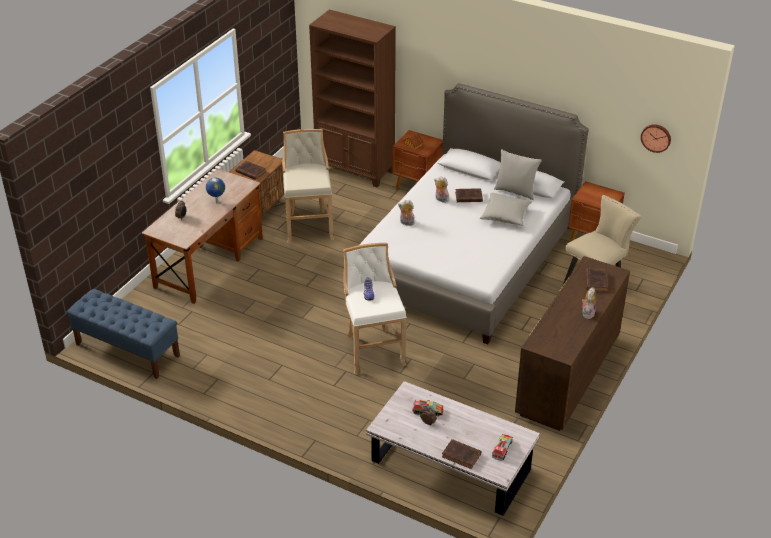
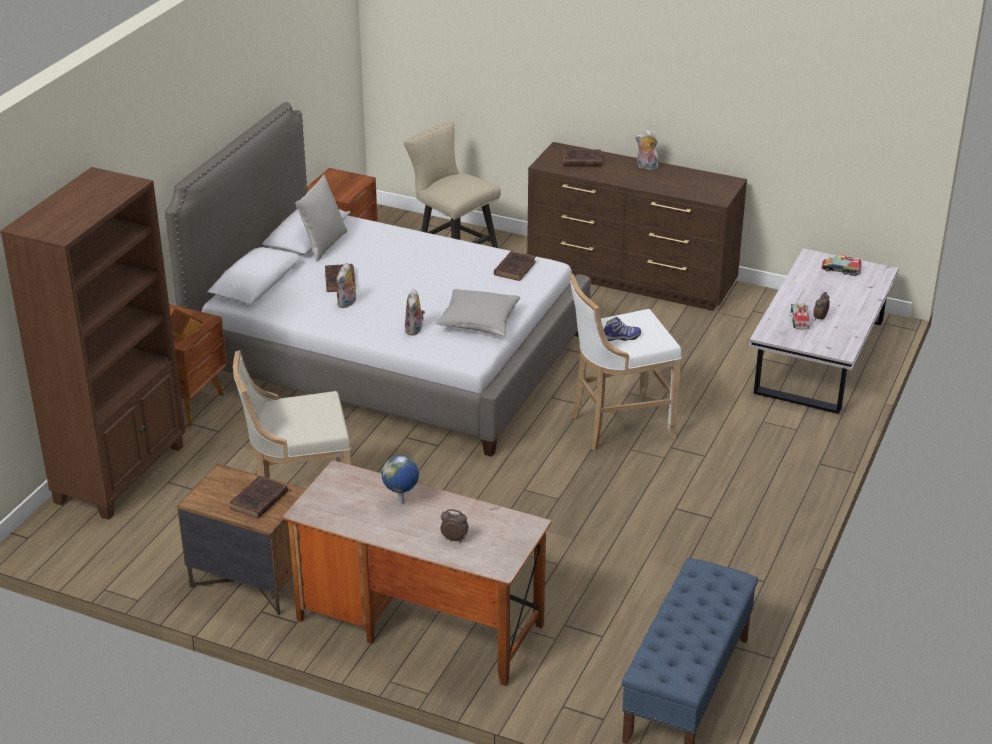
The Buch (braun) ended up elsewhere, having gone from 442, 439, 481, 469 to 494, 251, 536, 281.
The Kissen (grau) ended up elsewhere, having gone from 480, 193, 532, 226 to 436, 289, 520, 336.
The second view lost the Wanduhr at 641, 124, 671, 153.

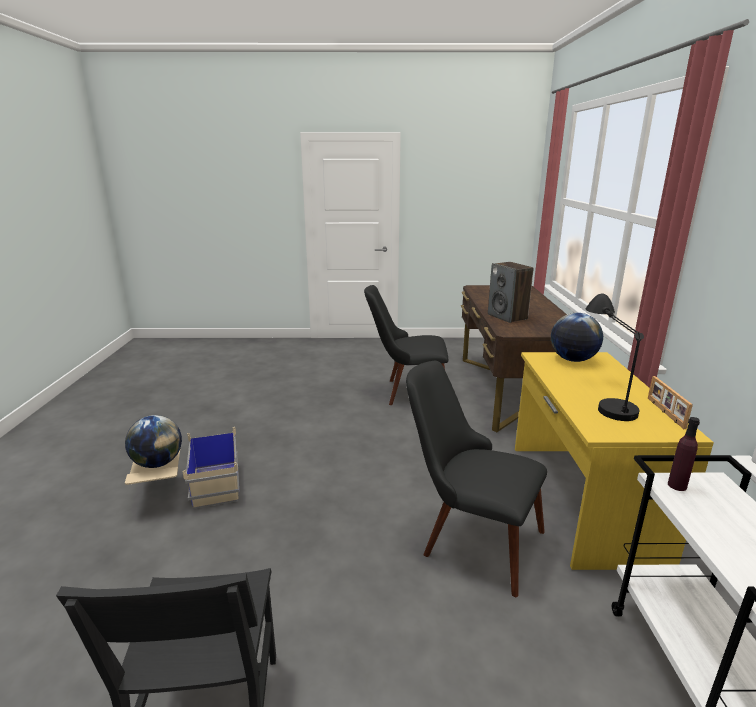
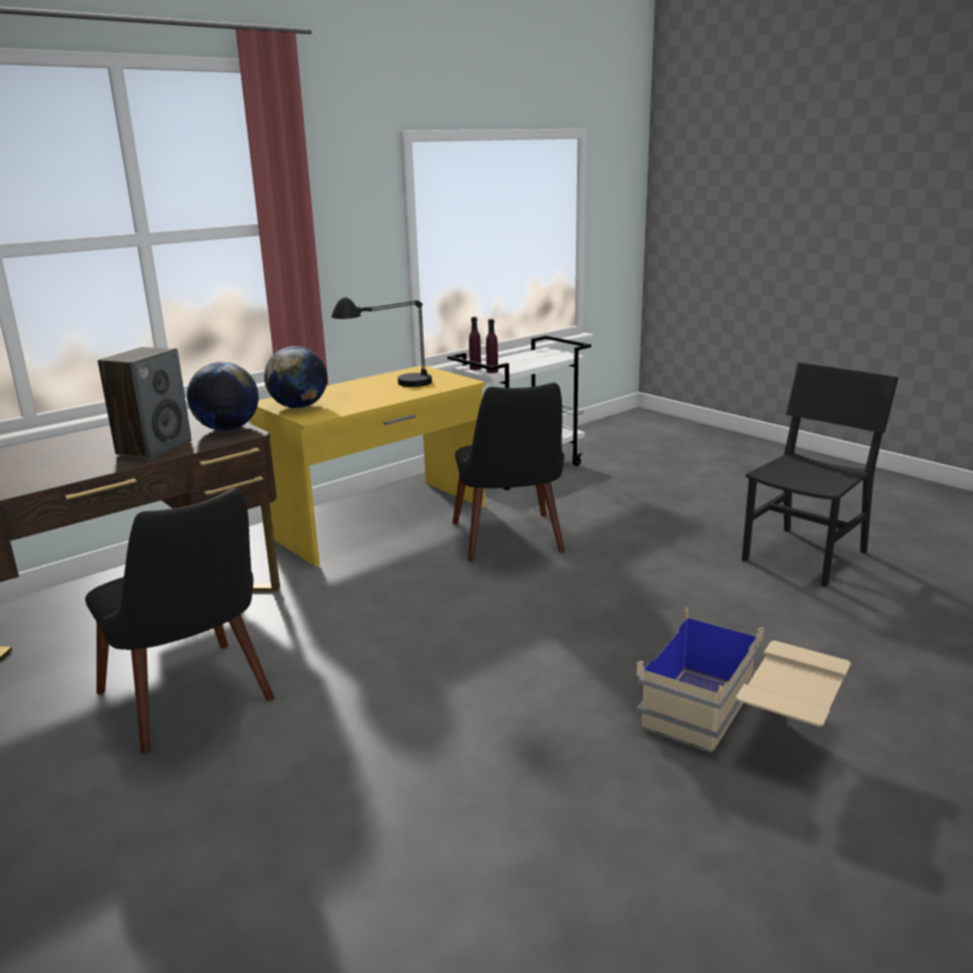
The Globus ended up elsewhere, having gone from 125, 415, 182, 468 to 187, 362, 259, 431.
The second view lost the Bilderrahmen at 648, 376, 693, 429.
The second view gained the Flasche (lila) at 469, 317, 481, 370.

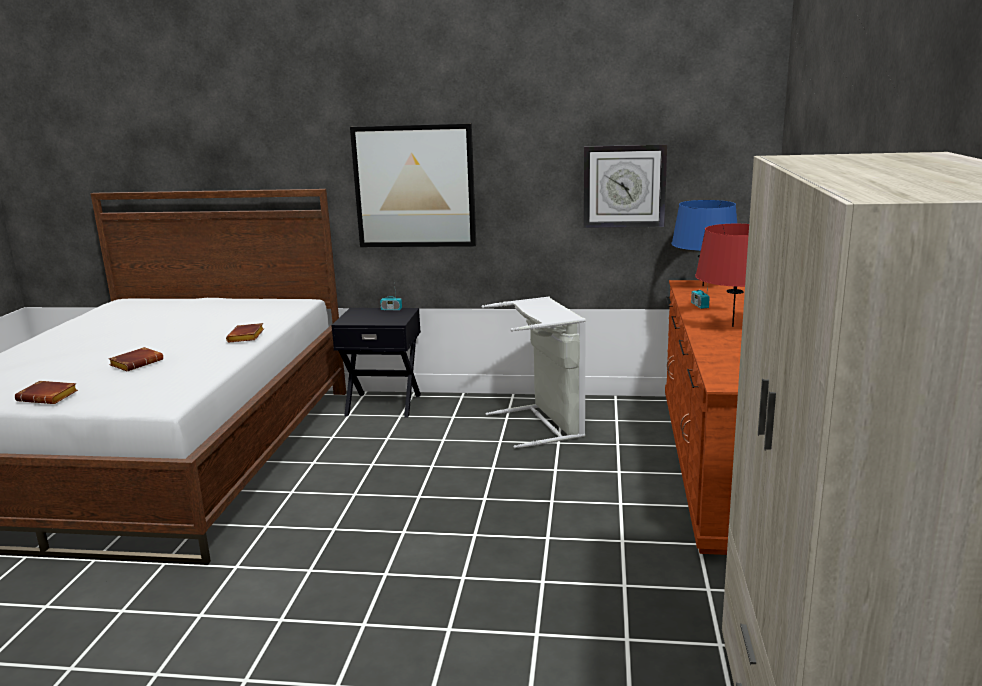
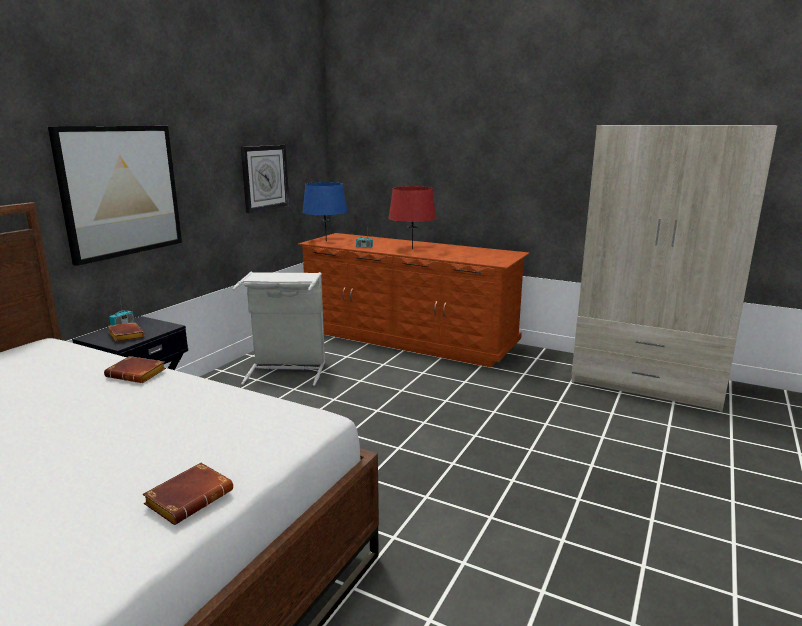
The Buch (braun) ended up elsewhere, having gone from 109, 347, 163, 371 to 108, 322, 145, 342.

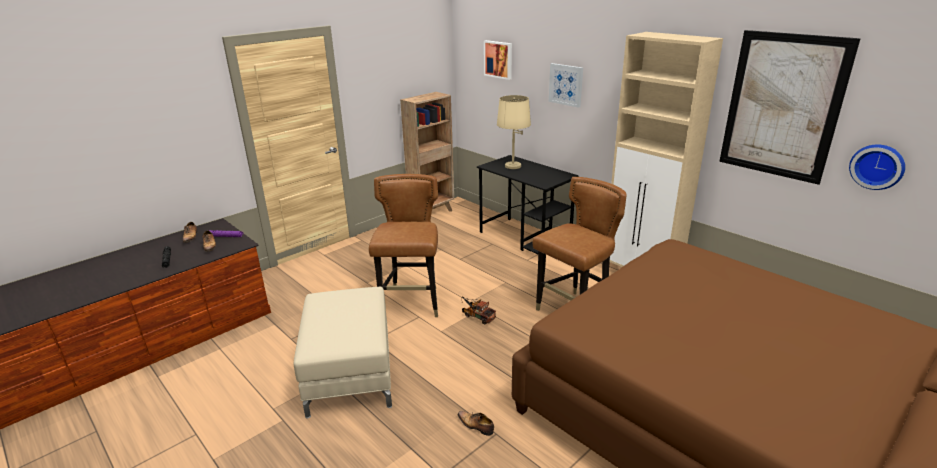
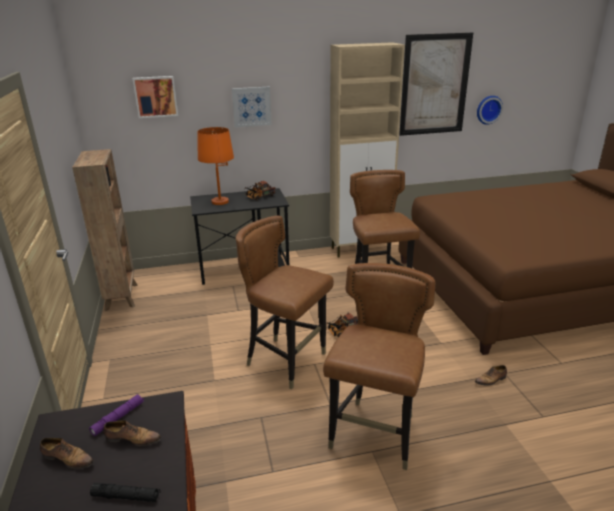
Where the Polsterhocker (beige) stood at 294, 287, 392, 419, the Stuhl (braun) came to stand at 323, 263, 436, 470.
What was the Tischlampe (beige) at 497, 95, 531, 169 turned into the Tischlampe (orange) at 197, 127, 234, 205.
The second view gained the Spielzeuglaster at 245, 181, 275, 200.

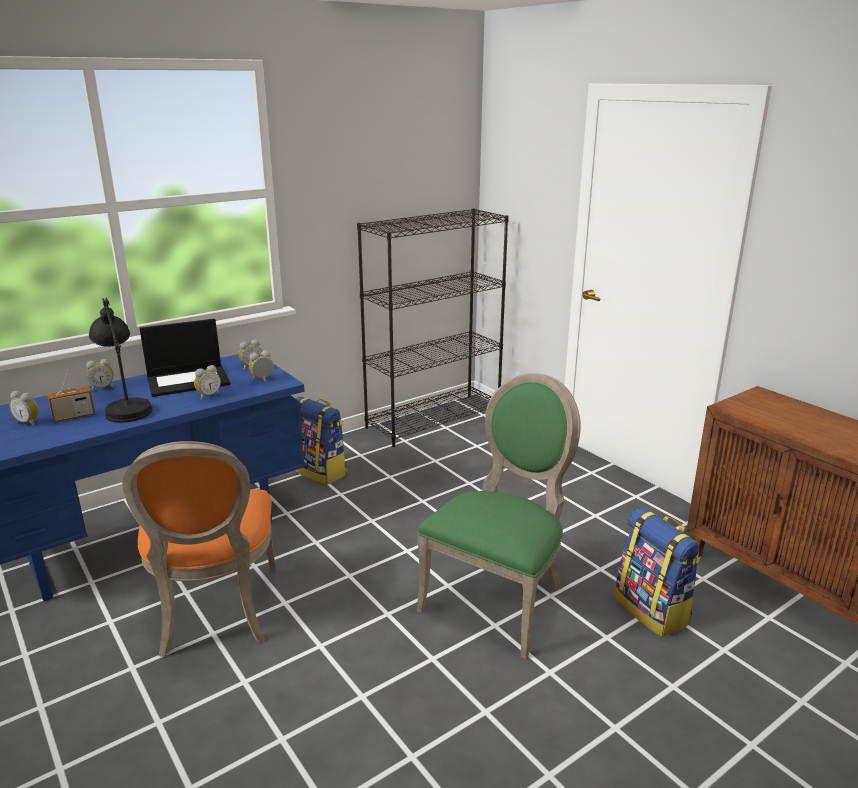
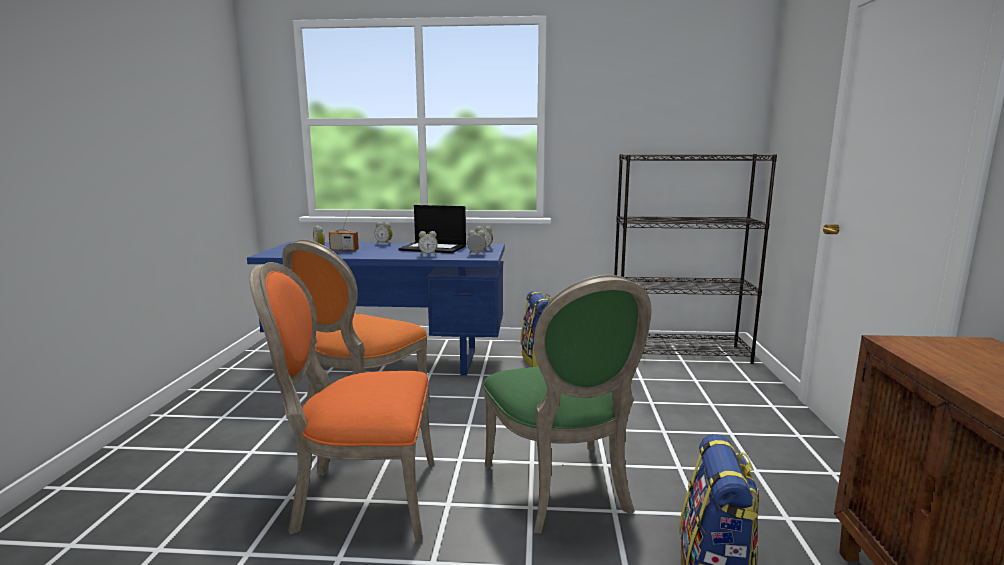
The second view lost the Tischlampe (schwarz) at 89, 298, 153, 423.
The Stuhl (grün) at 417, 373, 581, 659 ended up facing another way, 90 degrees clockwise from before.
The second view gained the Stuhl (orange) at 249, 262, 434, 542.

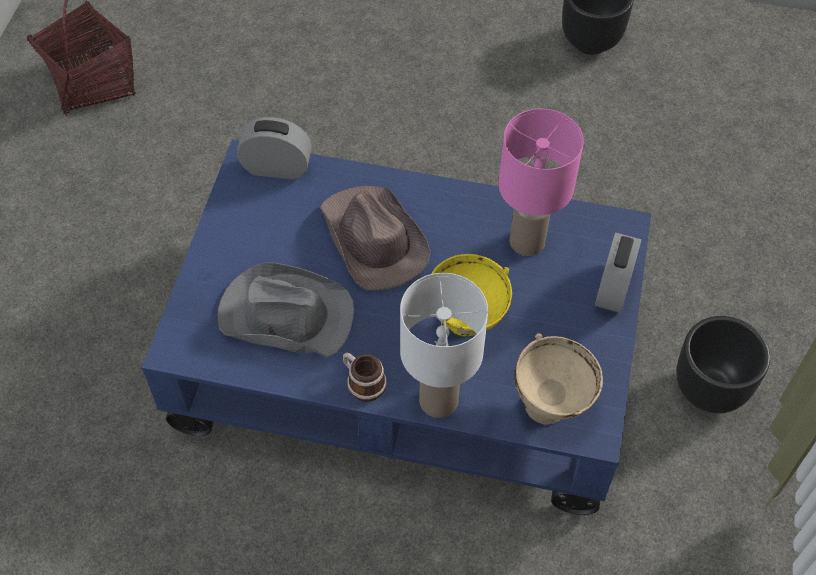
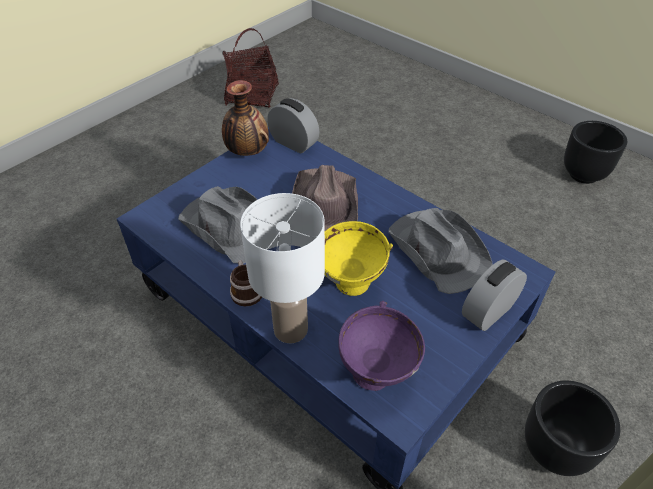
Where the Tischlampe (rosa) stood at 498, 109, 584, 256, the Hut (grau) came to stand at 388, 208, 493, 294.
What was the Schüssel (beige) at 515, 333, 603, 425 turned into the Schüssel (lila) at 338, 301, 425, 391.
The second view gained the Vase at 222, 80, 269, 156.

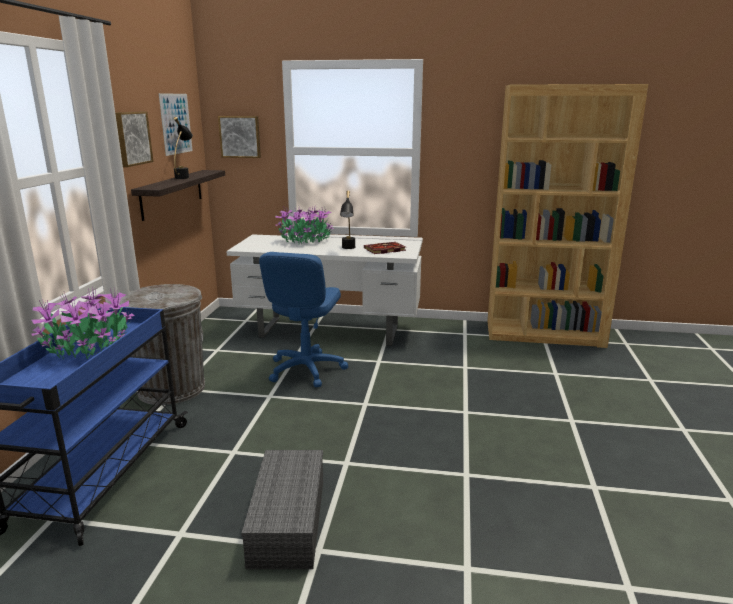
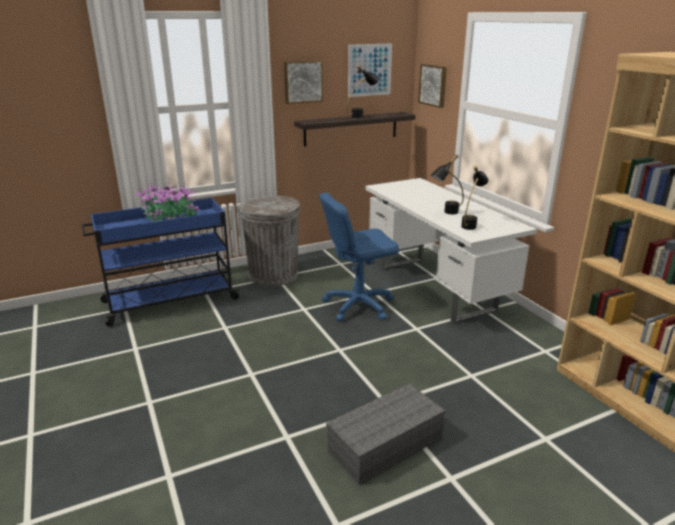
The Aufbewahrungsbox (grau) ended up elsewhere, having gone from 241, 450, 323, 569 to 326, 383, 445, 485.
The second view lost the Topfpflanze at 275, 206, 334, 243.
Where the Buch stood at 364, 242, 406, 254, the Tischlampe (schwarz) came to stand at 461, 165, 489, 230.

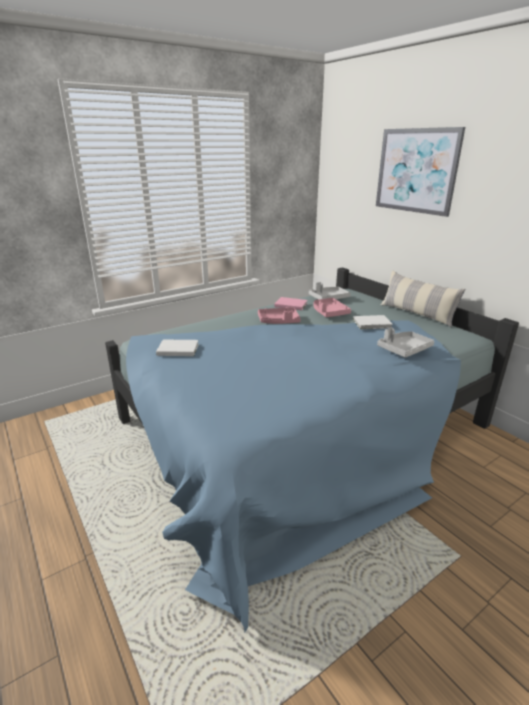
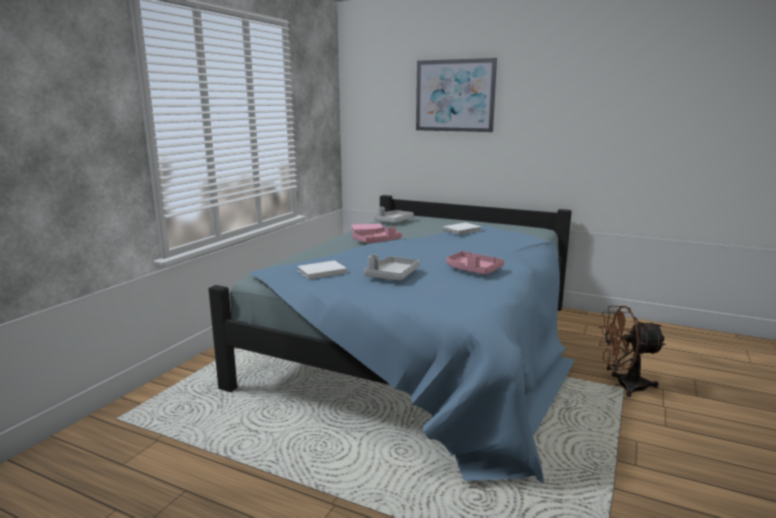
The Tablett (rosa) ended up elsewhere, having gone from 314, 298, 351, 317 to 446, 251, 504, 275.
The Tablett (grau) ended up elsewhere, having gone from 377, 328, 434, 357 to 364, 254, 420, 281.
The second view lost the Kissen at 381, 270, 465, 327.
The second view gained the Ventilator (braun) at 599, 306, 666, 397.

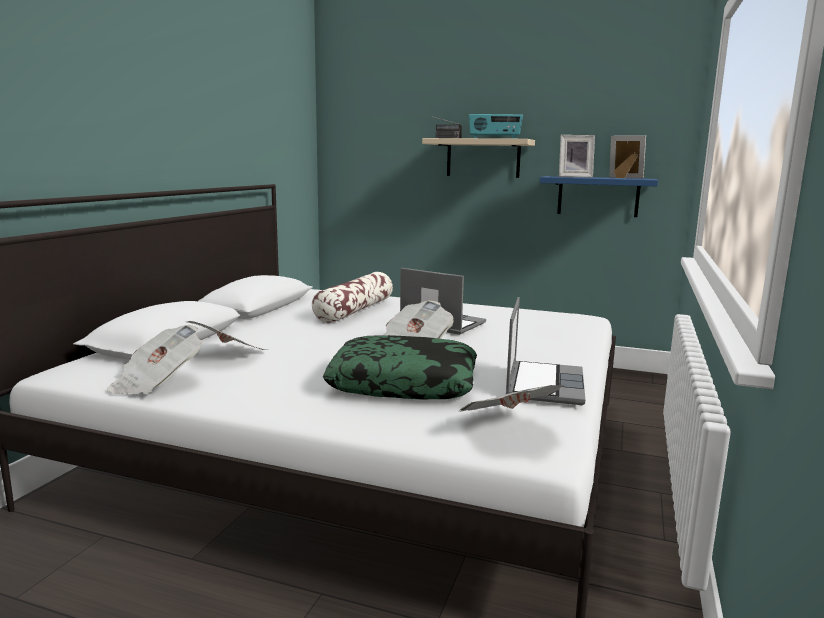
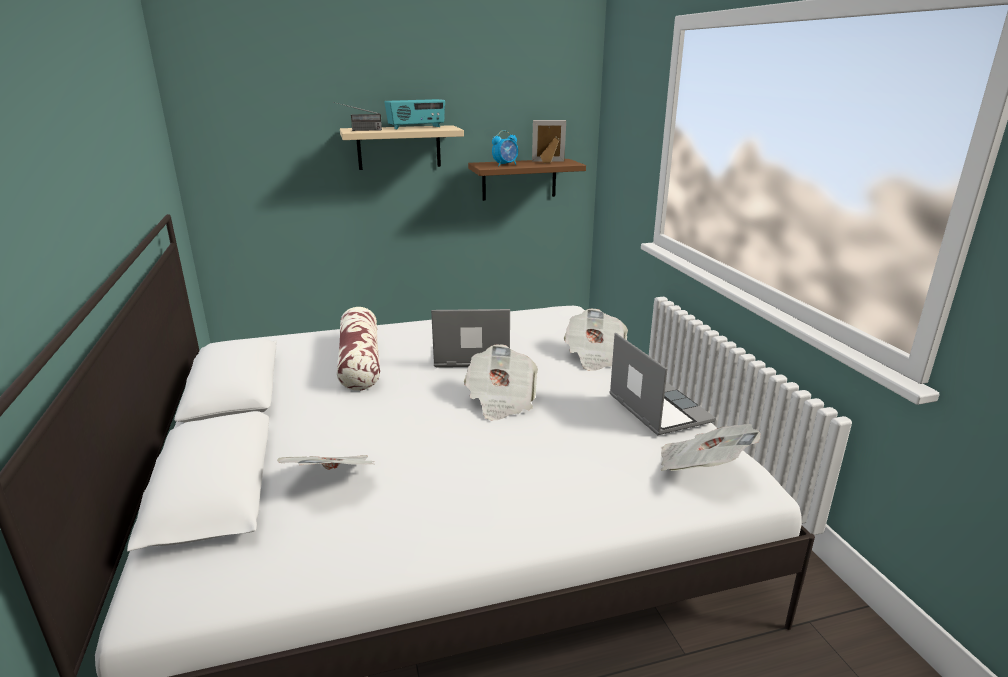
The Zeitung ended up elsewhere, having gone from 107, 325, 202, 394 to 564, 309, 628, 371.
The second view lost the Kissen at 323, 335, 477, 399.
What was the Wandregal (blau) at 539, 176, 658, 217 turned into the Wandregal (braun) at 468, 159, 586, 201.
Where the Bilderrahmen stood at 559, 135, 595, 178, the Wecker came to stand at 492, 130, 518, 166.

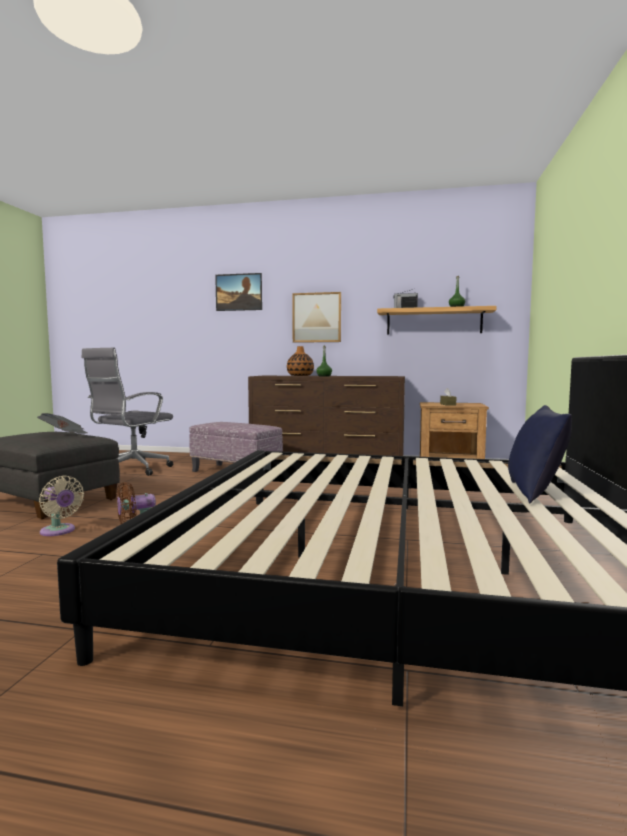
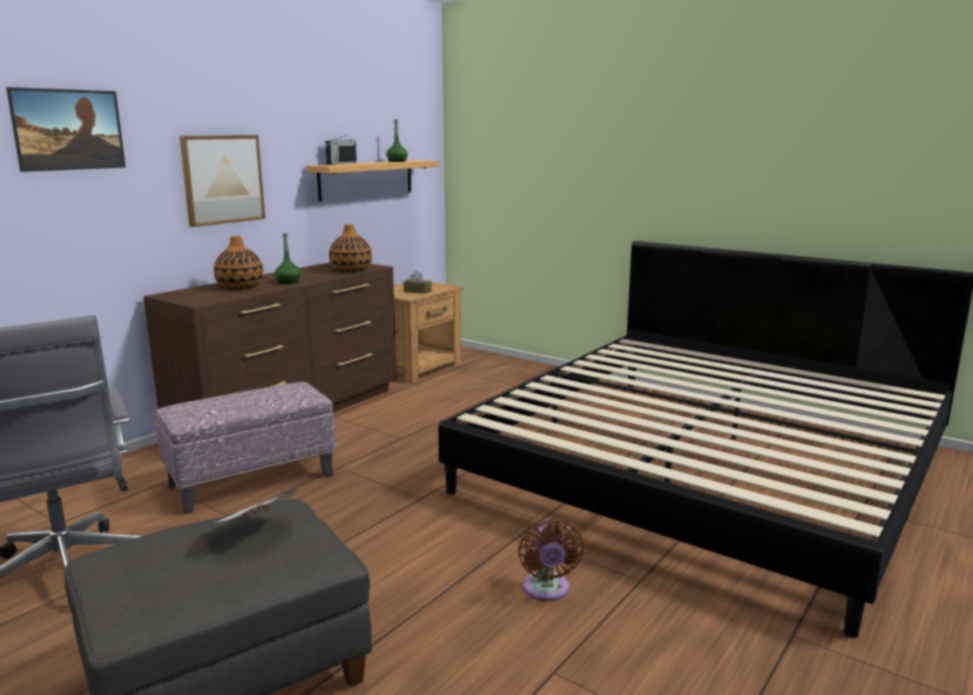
The second view lost the Ventilator (beige) at 39, 475, 84, 536.
The second view lost the Kissen (blau) at 508, 405, 572, 503.
The second view gained the Vase at 329, 224, 372, 272.

